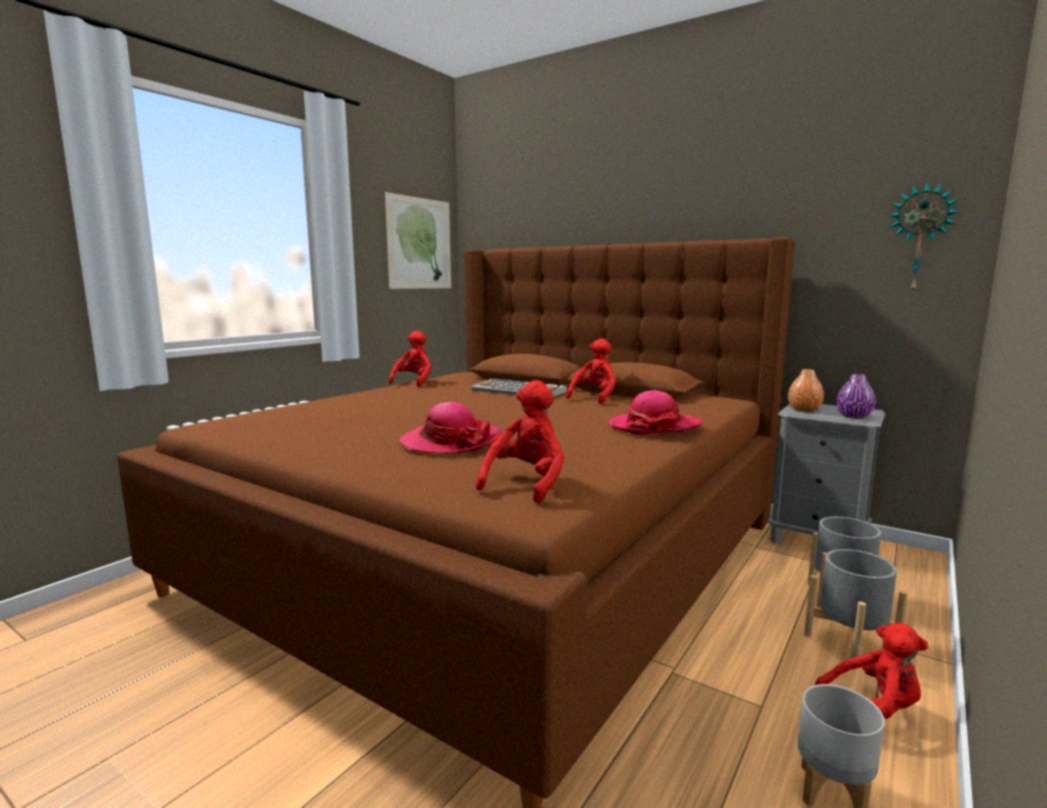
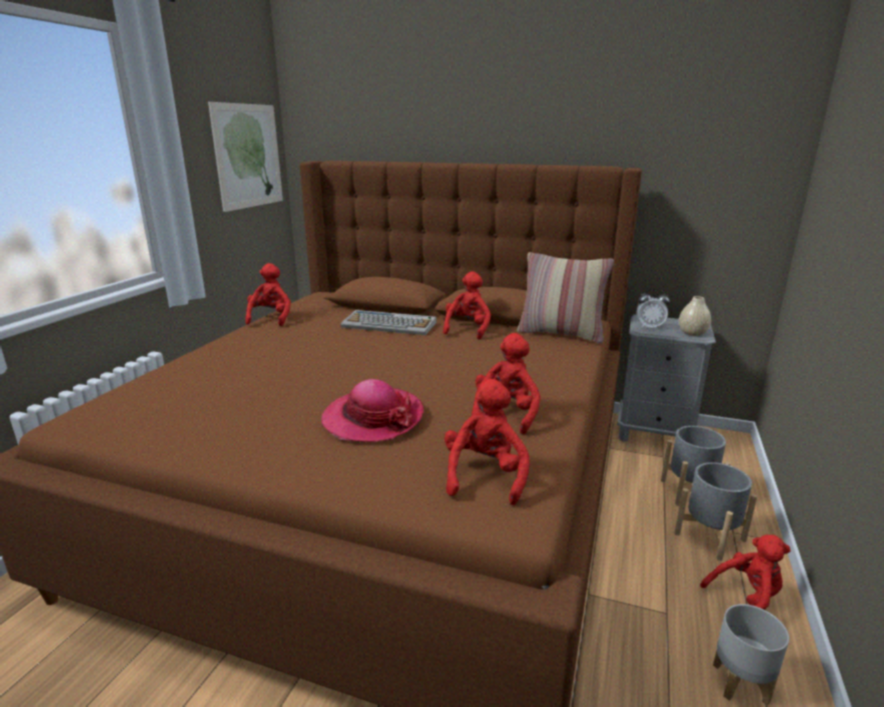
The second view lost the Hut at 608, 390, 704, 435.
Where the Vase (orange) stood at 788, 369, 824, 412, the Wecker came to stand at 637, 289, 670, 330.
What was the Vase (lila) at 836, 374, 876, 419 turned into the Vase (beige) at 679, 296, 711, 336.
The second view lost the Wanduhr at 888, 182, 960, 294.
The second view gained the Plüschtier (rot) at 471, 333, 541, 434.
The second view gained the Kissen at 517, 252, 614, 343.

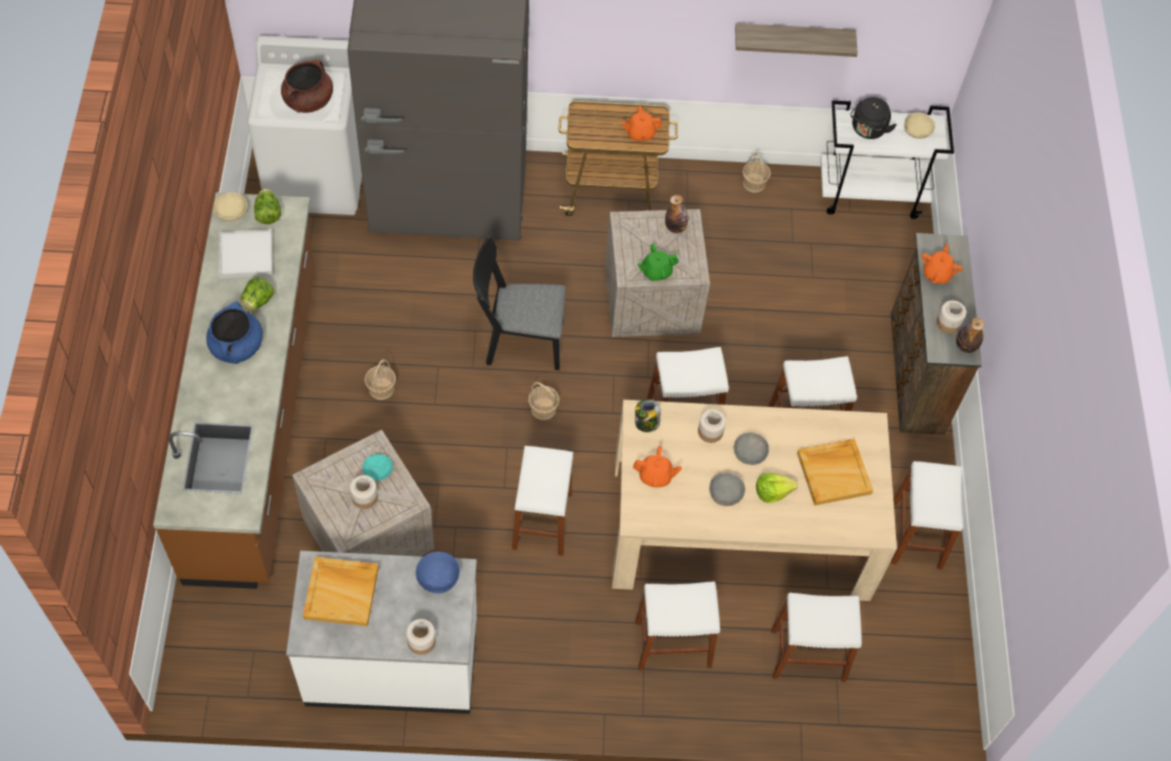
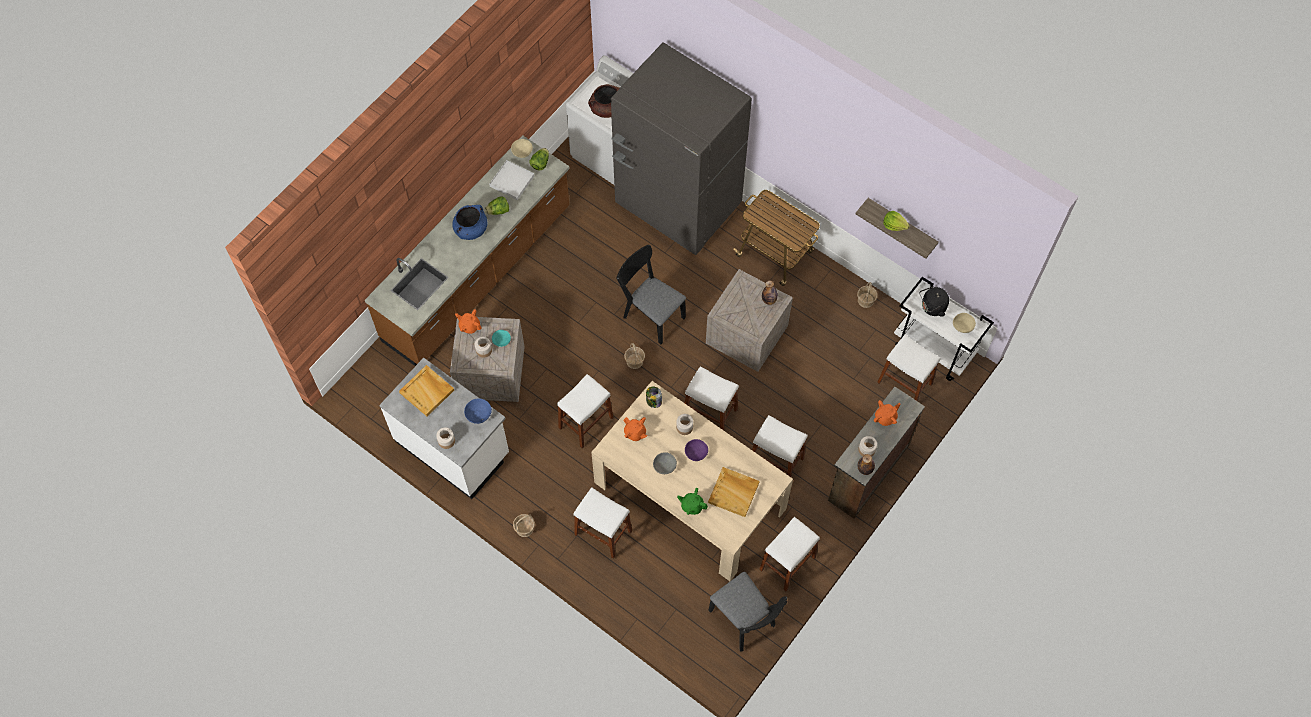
The Korb ended up elsewhere, having gone from 364, 359, 396, 400 to 513, 514, 535, 537.
The Teekanne (orange) ended up elsewhere, having gone from 621, 106, 662, 141 to 455, 309, 482, 334.
The Teekanne (grün) ended up elsewhere, having gone from 637, 244, 679, 281 to 677, 488, 708, 515.
What was the Schüssel (grau) at 734, 433, 769, 465 turned into the Schüssel (lila) at 685, 439, 708, 461.
The Salatkopf ended up elsewhere, having gone from 756, 473, 798, 503 to 883, 211, 910, 231.
The Hocker (weiß) ended up elsewhere, having gone from 771, 593, 862, 682 to 877, 335, 941, 401.
The second view gained the Stuhl (schwarz) at 708, 572, 787, 652.

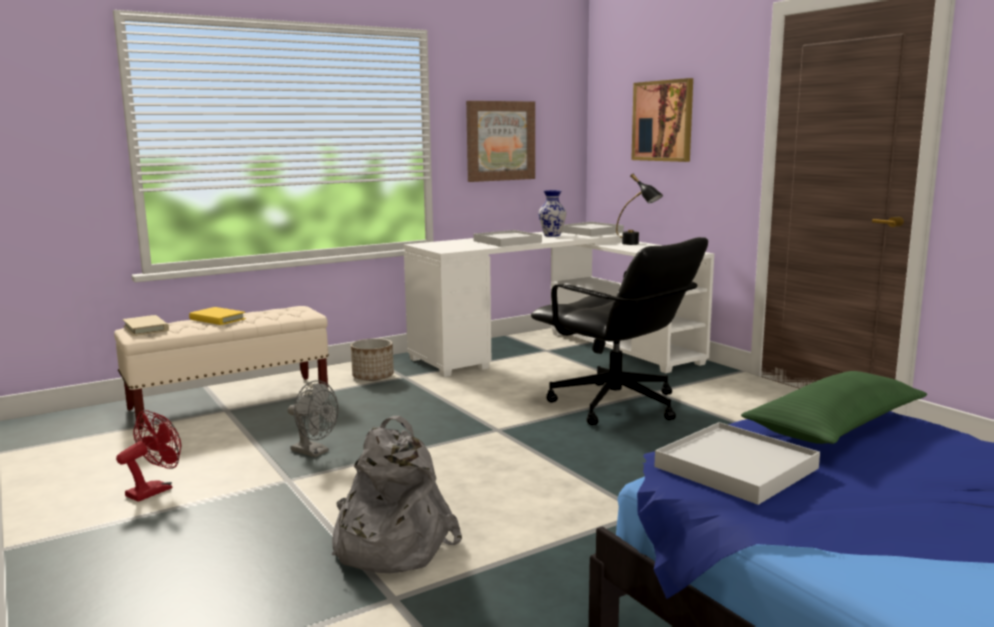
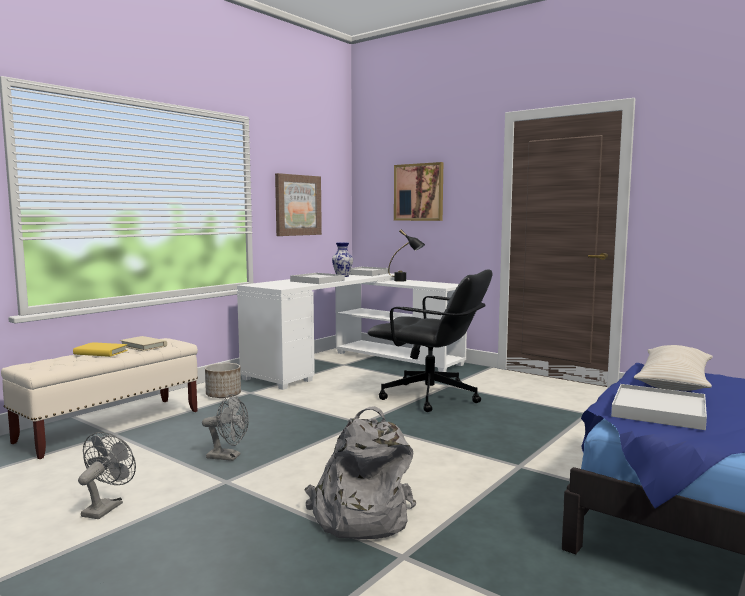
What was the Ventilator (rot) at 116, 410, 181, 502 turned into the Ventilator (grau) at 78, 432, 136, 519.
The Buch (beige) ended up elsewhere, having gone from 123, 315, 169, 336 to 120, 336, 167, 351.
What was the Kissen (grün) at 741, 371, 927, 444 turned into the Kissen (beige) at 634, 345, 713, 391.

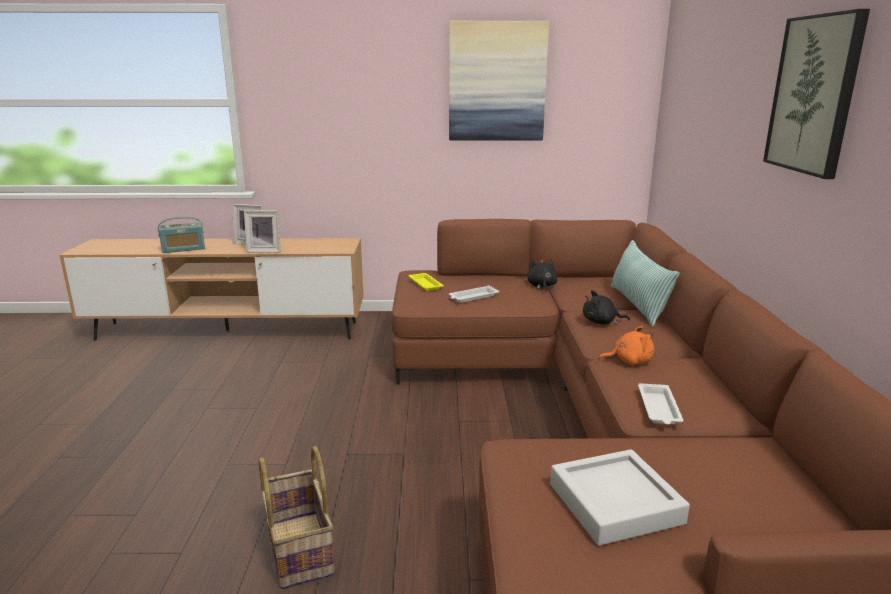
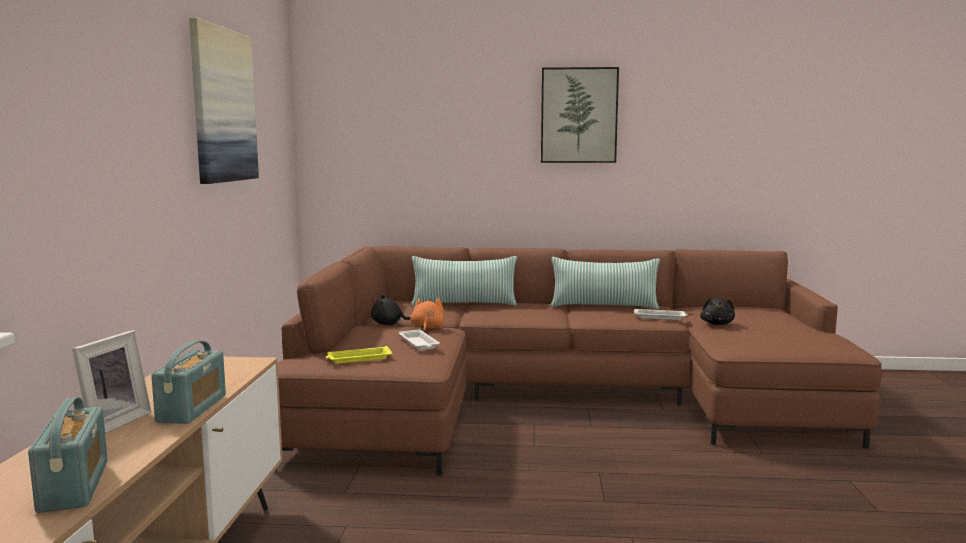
Where the Bilderrahmen stood at 244, 211, 281, 252, the Radio came to stand at 151, 340, 226, 424.
The second view lost the Korb at 259, 446, 335, 589.
The second view lost the Tablett (grau) at 550, 449, 690, 546.
The Plüschtier (schwarz) ended up elsewhere, having gone from 583, 290, 630, 324 to 700, 298, 735, 325.
The Plüschtier (orange) ended up elsewhere, having gone from 599, 326, 654, 365 to 410, 298, 444, 332.
The second view gained the Kissen at 551, 257, 660, 310.

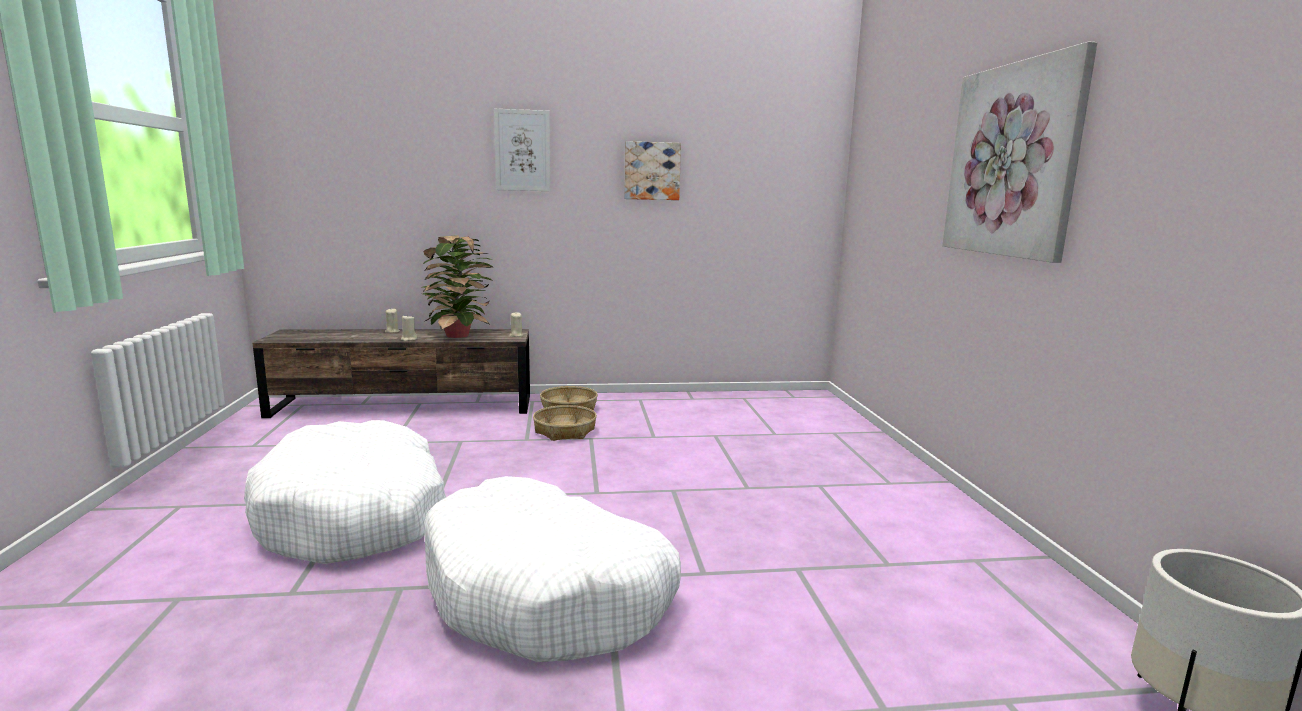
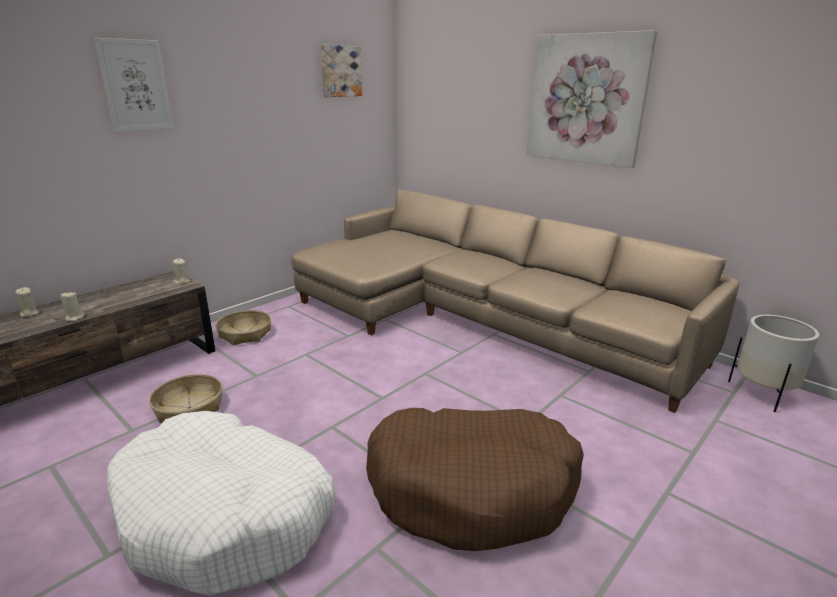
The second view lost the Topfpflanze at 422, 235, 493, 338.
What was the Hundebett (weiß) at 424, 476, 681, 662 turned into the Hundebett (braun) at 366, 408, 584, 551.
The Korb ended up elsewhere, having gone from 533, 405, 597, 441 to 149, 374, 223, 423.
The Bild ended up elsewhere, having gone from 624, 141, 681, 200 to 321, 45, 362, 97.
The second view gained the Sofa (beige) at 291, 189, 740, 413.

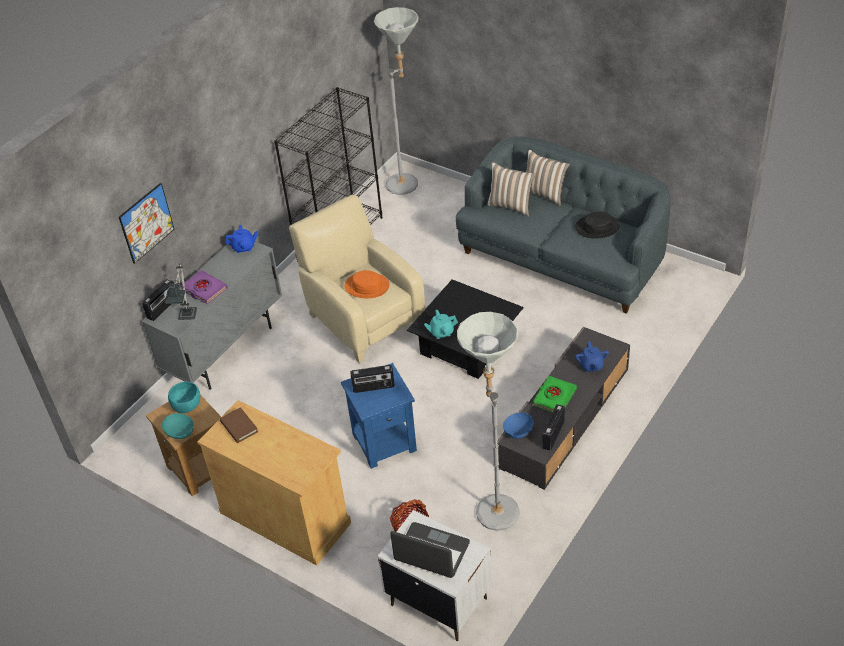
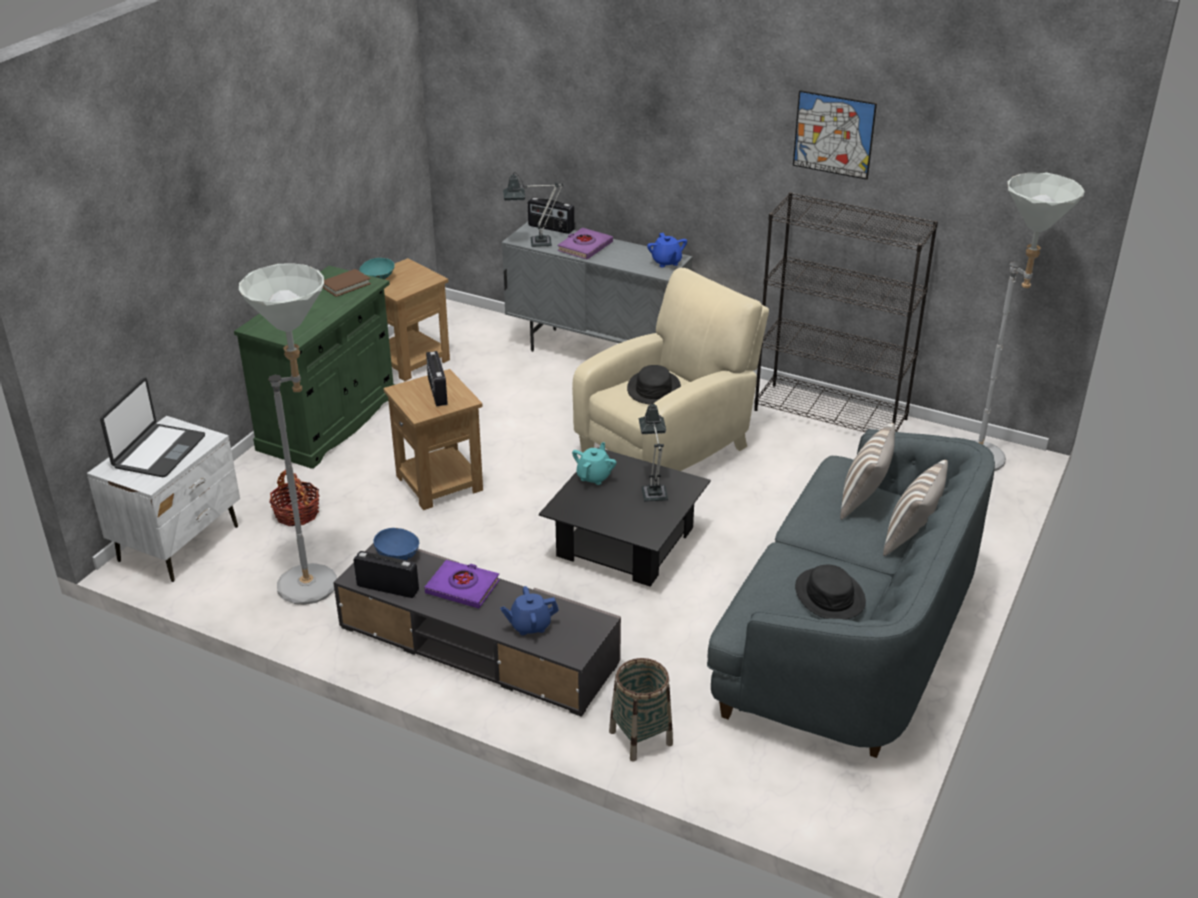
The Bild ended up elsewhere, having gone from 119, 183, 174, 264 to 793, 90, 877, 180.
The second view lost the Schüssel (türkis) at 168, 382, 200, 413.
What was the Schrank (beige) at 197, 400, 351, 565 turned into the Schrank (grün) at 234, 266, 395, 469.
What was the Beistelltisch (blau) at 341, 363, 417, 469 turned into the Beistelltisch (braun) at 383, 369, 483, 510.
What was the Hut (orange) at 344, 270, 390, 298 turned into the Hut (schwarz) at 627, 365, 681, 404.
The Teekanne (türkis) at 424, 310, 458, 339 ended up facing another way, 45 degrees clockwise from before.
What was the Buch (grün) at 533, 376, 577, 413 turned into the Buch (lila) at 424, 560, 500, 608.
The second view gained the Korb at 609, 658, 673, 762.
The second view gained the Tischlampe at 639, 402, 668, 502.

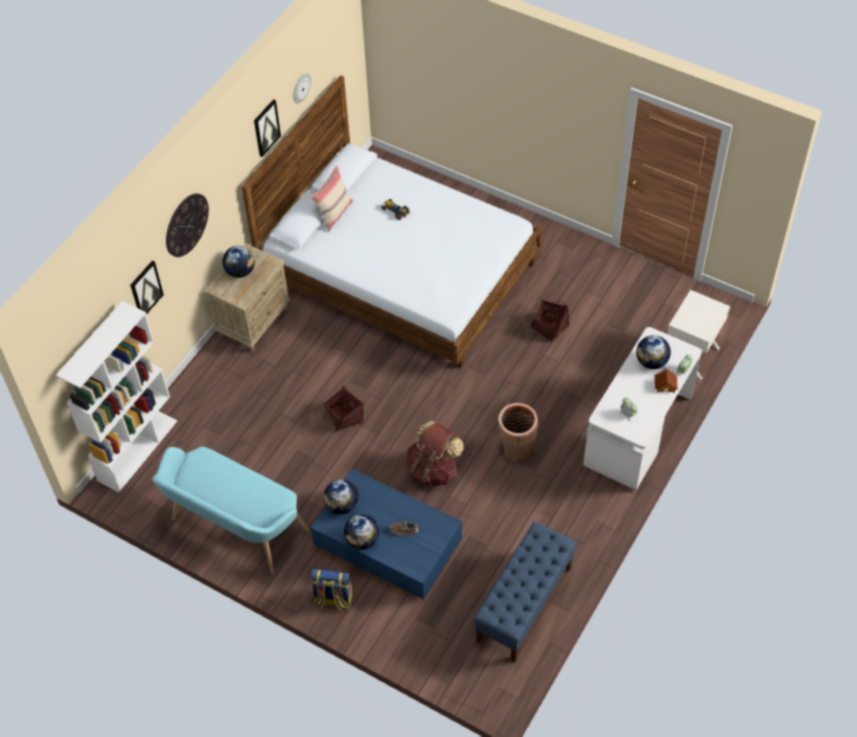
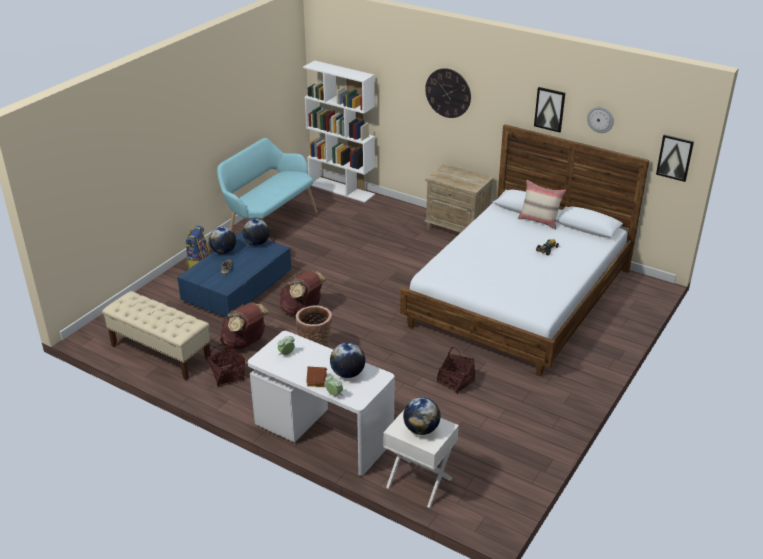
The Bild ended up elsewhere, having gone from 130, 261, 164, 314 to 656, 134, 694, 182.
The Globus ended up elsewhere, having gone from 222, 246, 255, 278 to 403, 397, 441, 435.
The Korb ended up elsewhere, having gone from 324, 386, 364, 432 to 207, 344, 245, 387.
What was the Bank (blau) at 474, 522, 577, 662 turned into the Bank (beige) at 102, 291, 211, 380.
The second view gained the Rucksack (braun) at 220, 303, 270, 349.

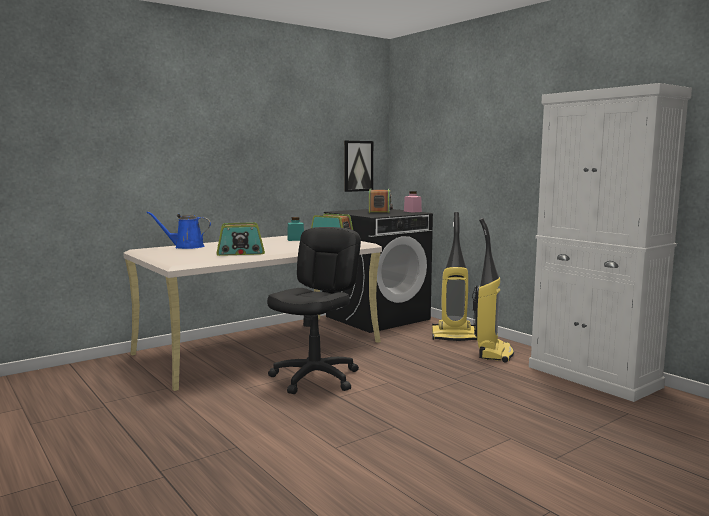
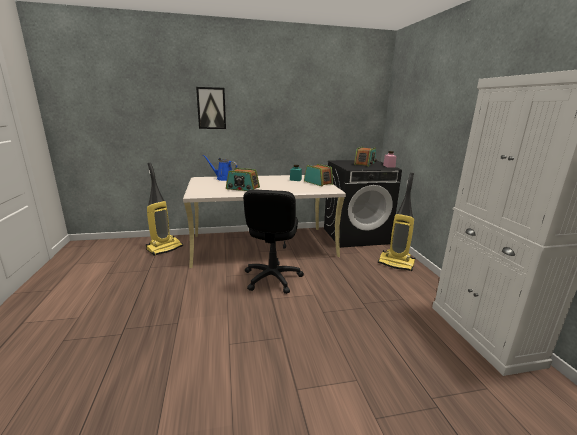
The Bürostuhl (schwarz) at 267, 227, 361, 394 ended up facing another way, 135 degrees clockwise from before.
The Bild ended up elsewhere, having gone from 344, 141, 373, 192 to 196, 87, 226, 129.
The Staubsauger ended up elsewhere, having gone from 472, 218, 514, 363 to 146, 162, 183, 256.

